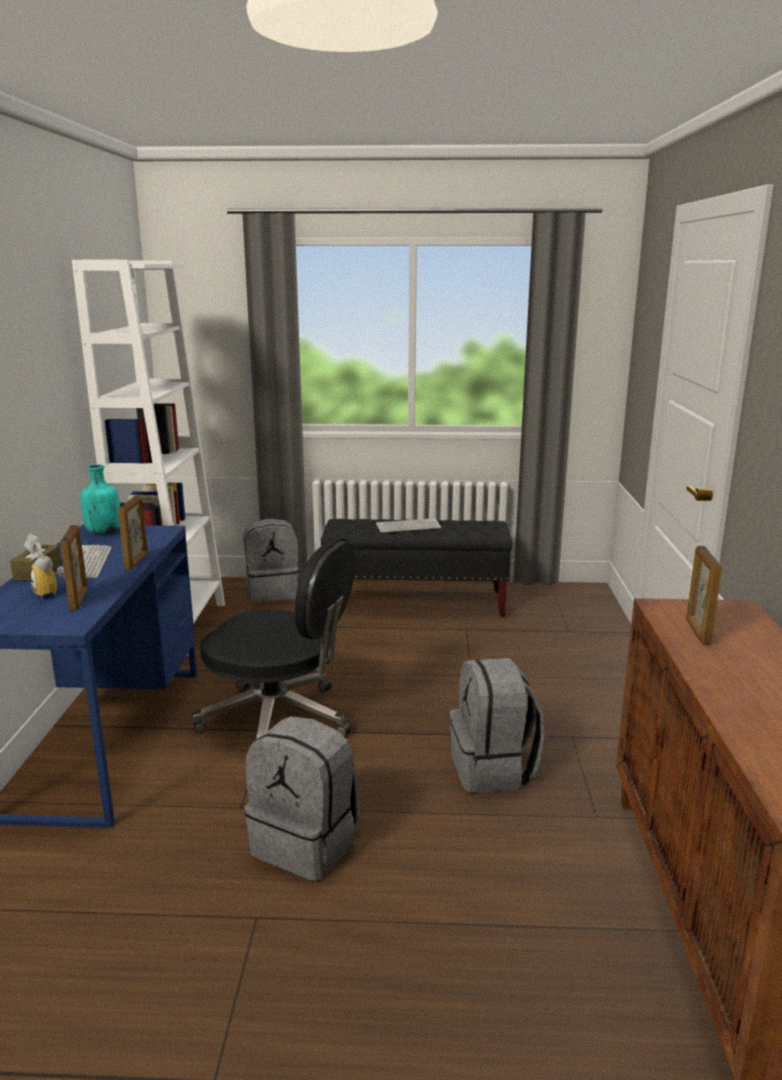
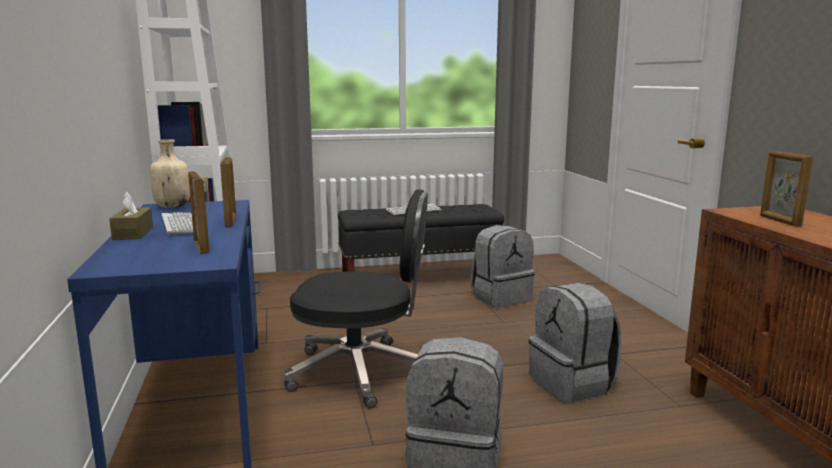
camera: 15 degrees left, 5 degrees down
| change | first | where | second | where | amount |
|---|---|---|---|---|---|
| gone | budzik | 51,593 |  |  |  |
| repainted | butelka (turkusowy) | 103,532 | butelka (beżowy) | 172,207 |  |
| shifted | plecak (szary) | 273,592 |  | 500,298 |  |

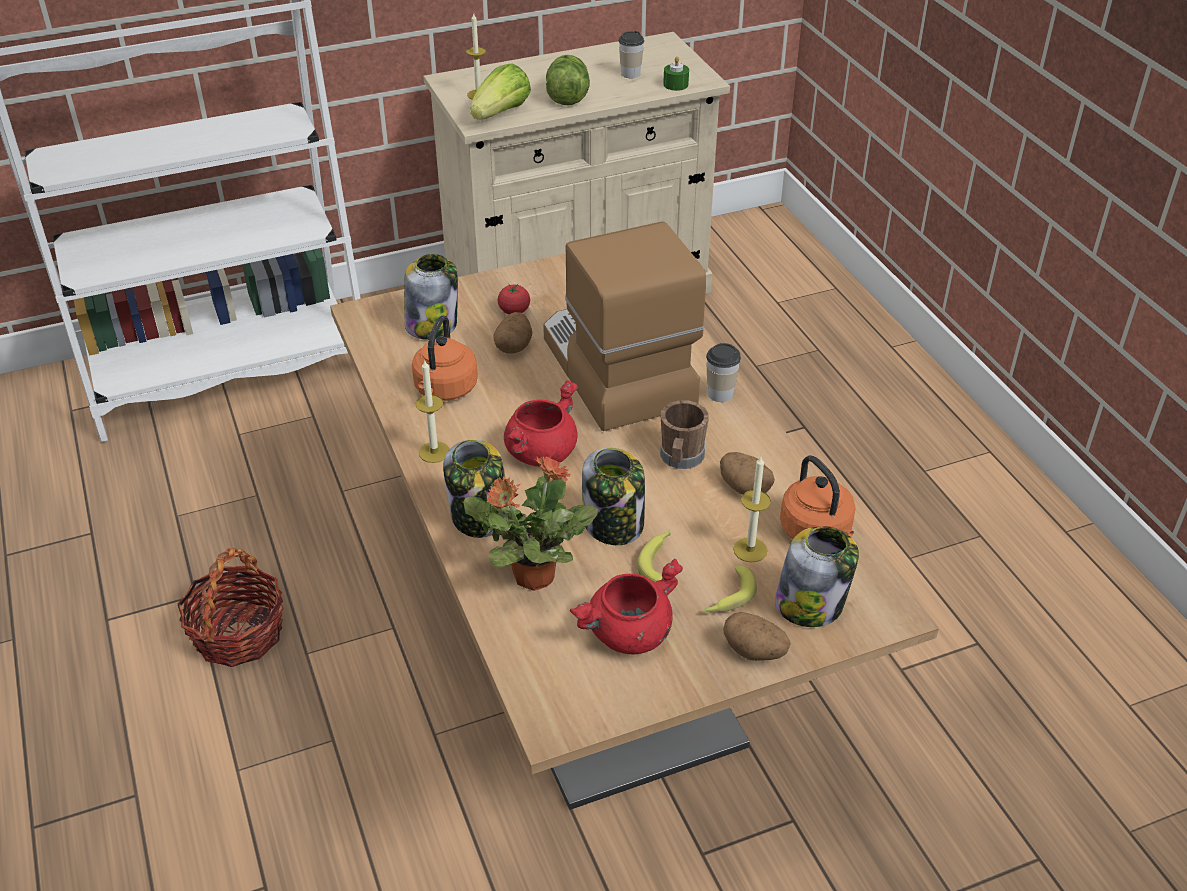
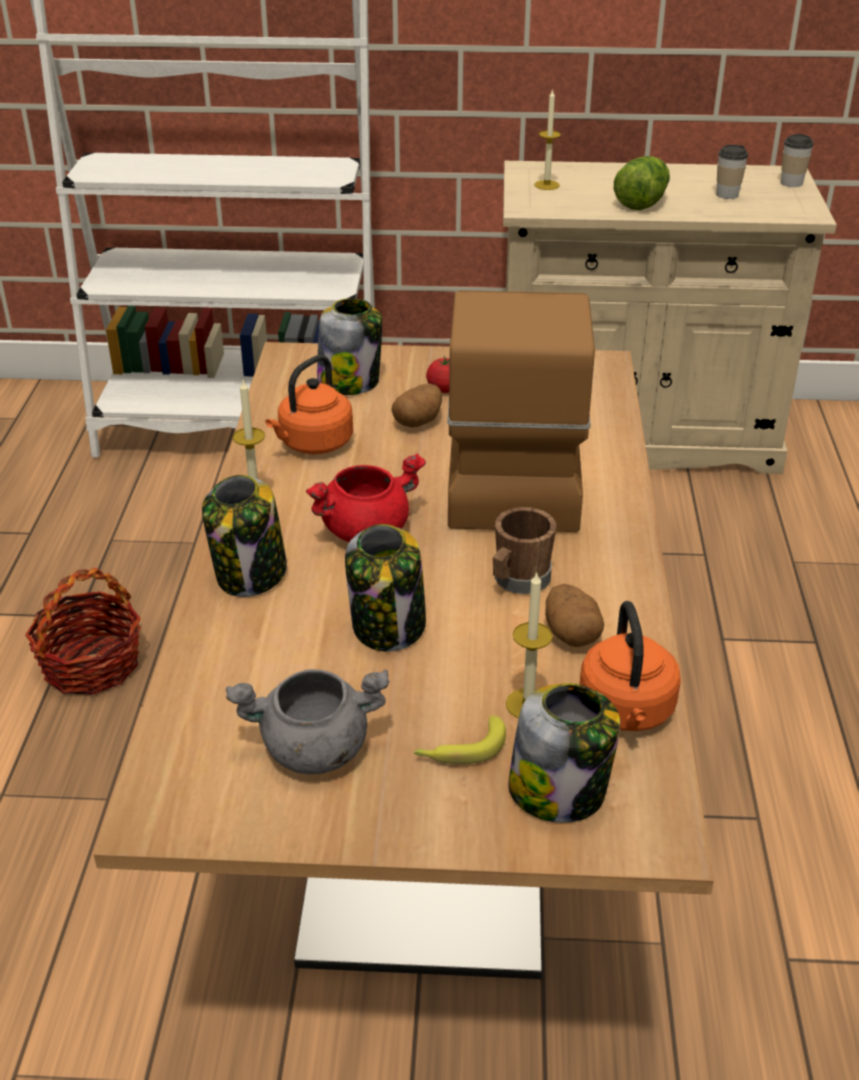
camera: 25 degrees right, 5 degrees down
| change | first | where | second | where | amount |
|---|---|---|---|---|---|
| gone | roślina doniczkowa | 532,576 |  |  |  |
| gone | sałata | 501,113 |  |  |  |
| repainted | garnek (czerwony) | 628,634 | garnek (szary) | 313,750 |  |
| gone | banan | 659,561 |  |  |  |
| gone | świeca (zielony) | 675,84 |  |  |  |
| shifted | filiżanka | 720,394 |  | 791,183 |  |
| gone | ziemniak | 755,651 |  |  |  |

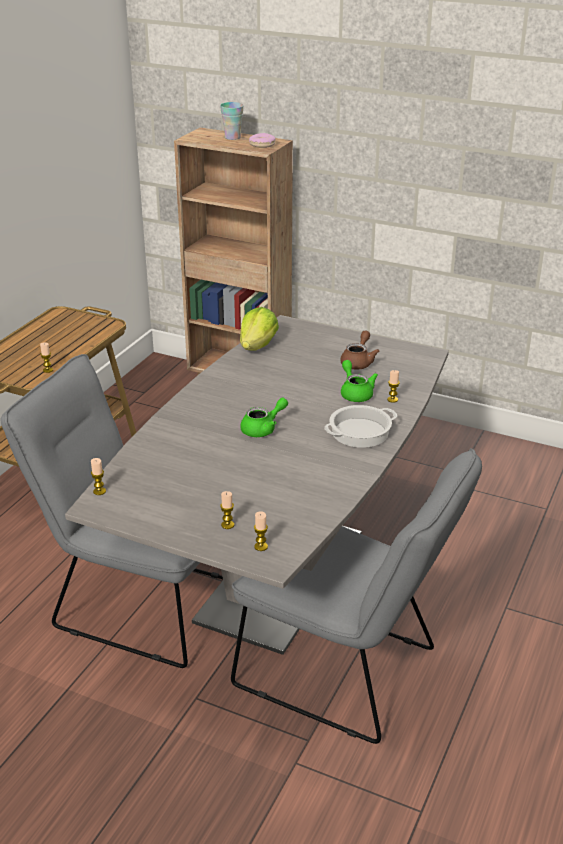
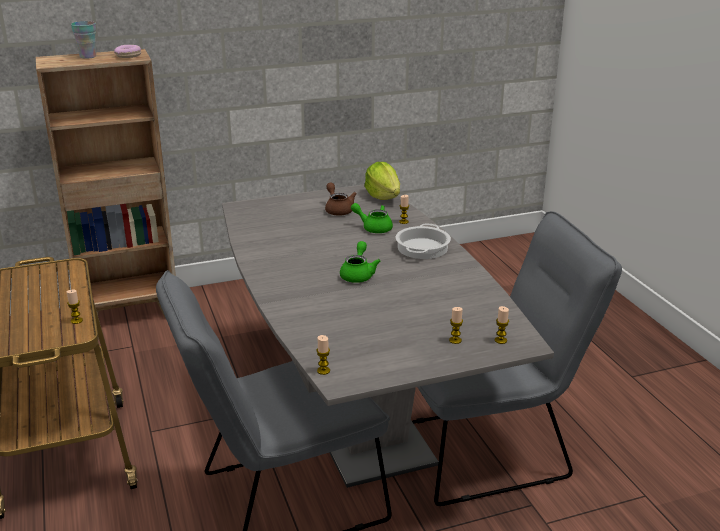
camera: 45 degrees left, 5 degrees down
| change | first | where | second | where | amount |
|---|---|---|---|---|---|
| shifted | sałata | 258,346 |  | 383,196 |  |

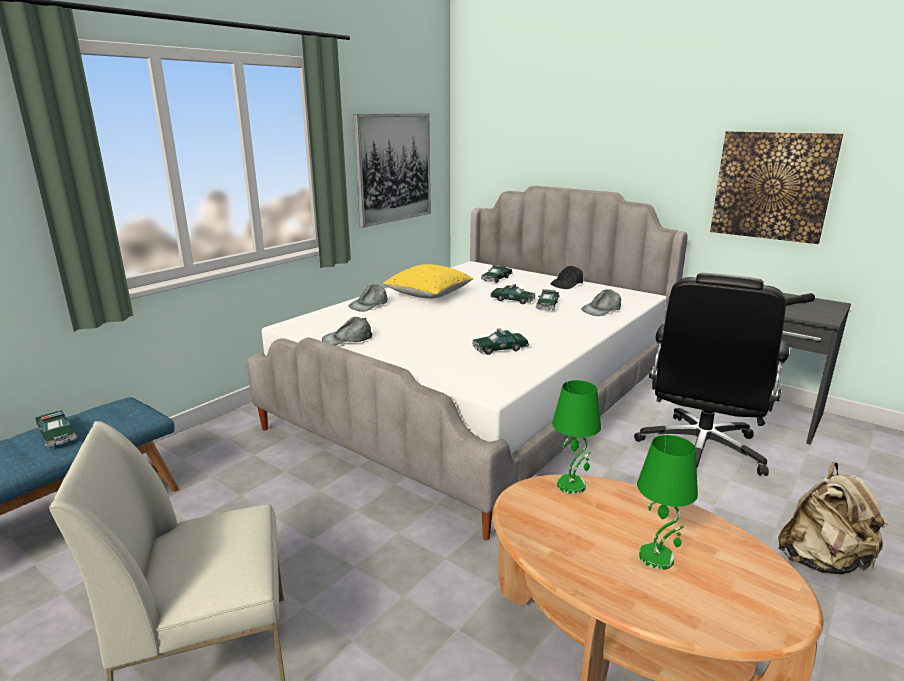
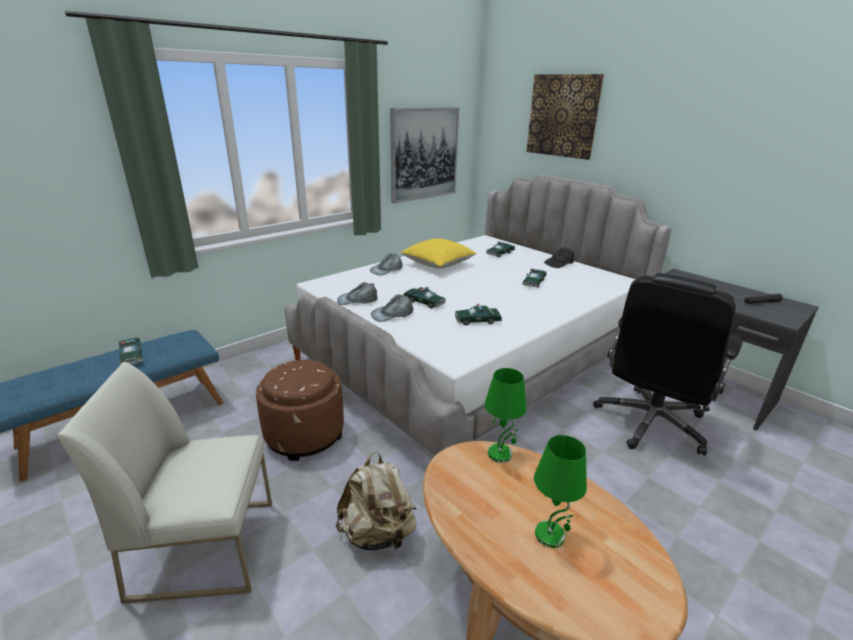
camera: 10 degrees right, 5 degrees up
| change | first | where | second | where | amount |
|---|---|---|---|---|---|
| shifted | samochodzik | 512,300 |  | 424,302 |  |
| shifted | czapka z daszkiem (szary) | 602,310 |  | 392,314 |  |
| shifted | obraz | 772,186 |  | 563,116 |  |
| shifted | plecak (beżowy) | 822,561 |  | 378,534 |  |
| new |  |  | pufa (brązowy) | 305,434 |  |

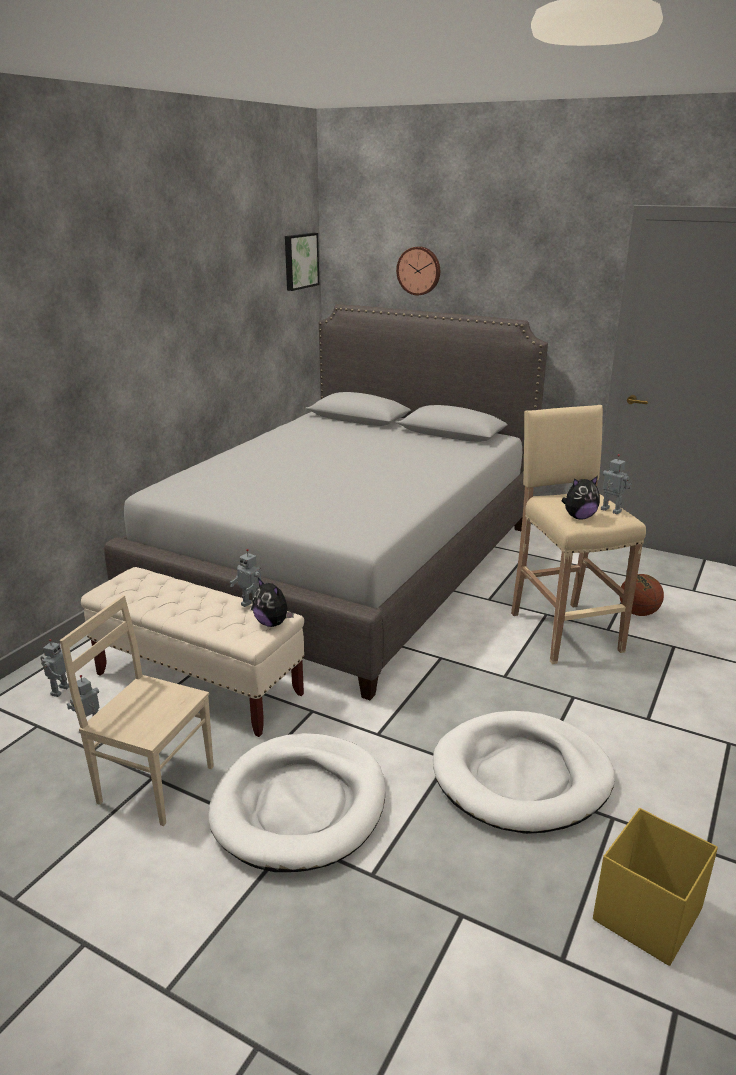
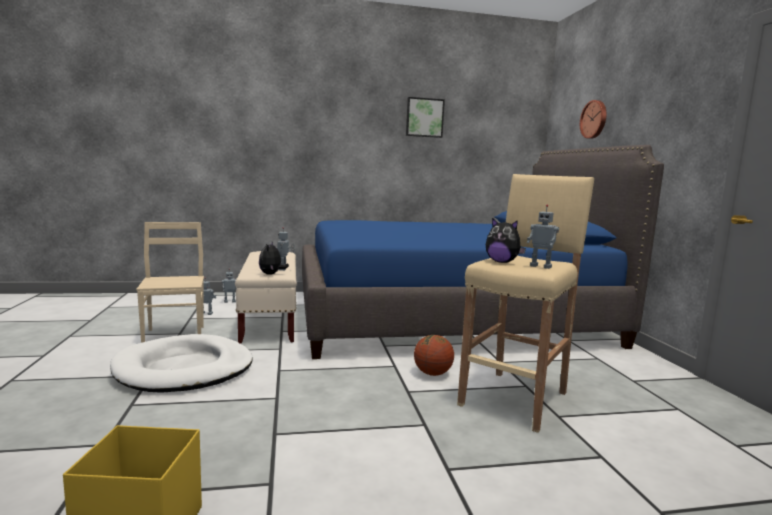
camera: 50 degrees right, 15 degrees down
| change | first | where | second | where | amount |
|---|---|---|---|---|---|
| repainted | łóżko (szary) | 346,567 | łóżko (niebieski) | 447,317 |  |
| shifted | obraz | 300,261 |  | 424,117 |  |
| gone | legowisko (biały) | 521,776 |  |  |  |
| rotated | robot zabawkowy | 610,511 |  | 541,266 | 120 degrees clockwise |
| shifted | piłka do koszykówki | 638,613 |  | 432,374 |  |

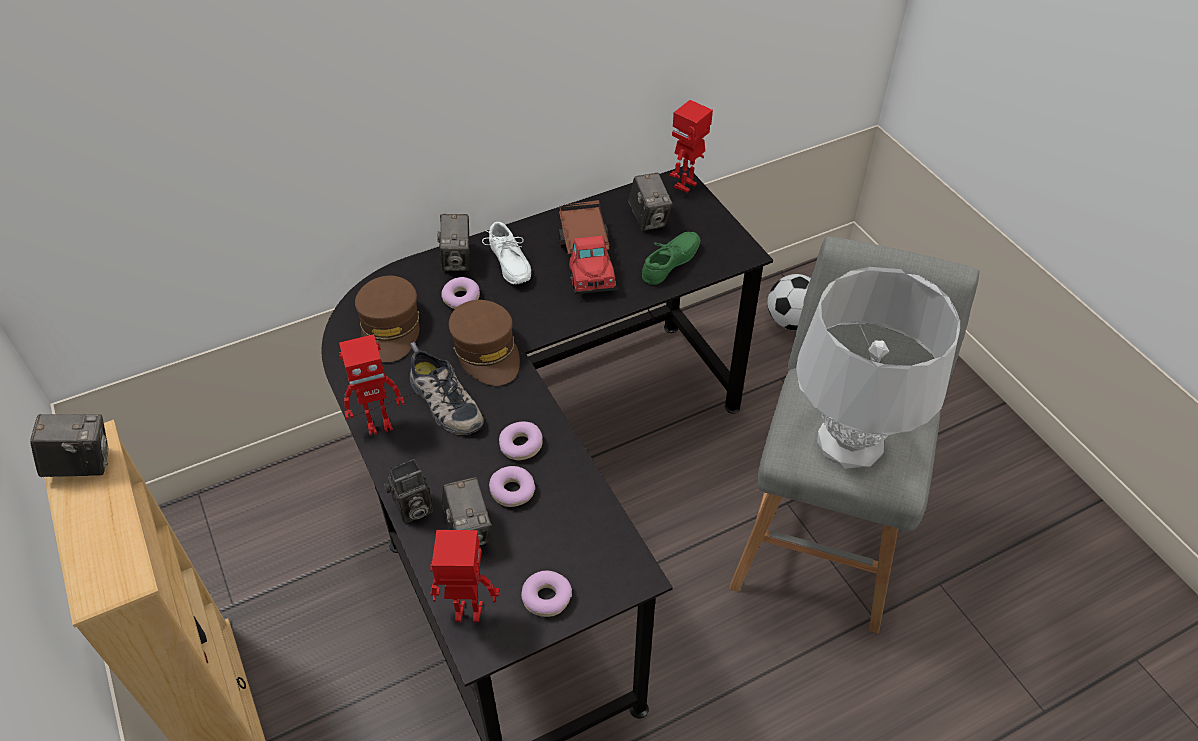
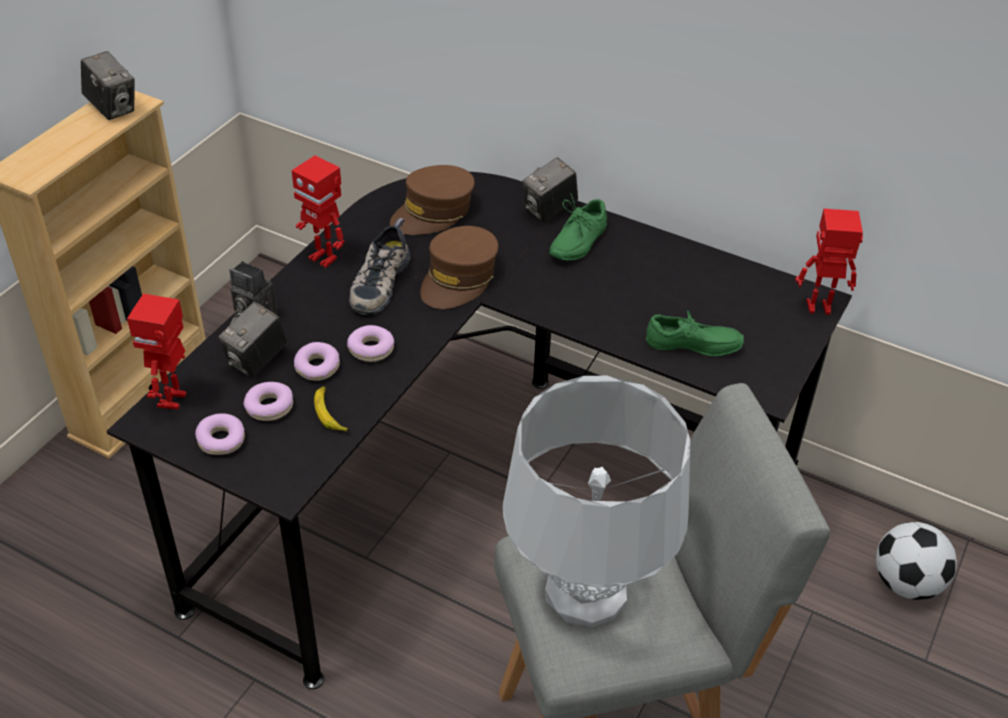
camera: 55 degrees right, 5 degrees down
| change | first | where | second | where | amount |
|---|---|---|---|---|---|
| rotated | robot zabawkowy | 468,613 |  | 173,400 | 135 degrees counterclockwise |
| shifted | donut | 461,298 |  | 269,407 |  |
| repainted | but (biały) | 507,264 | but (zielony) | 575,241 |  |
| gone | ciężarówka zabawkowa | 587,258 |  |  |  |
| gone | aparat fotograficzny | 649,219 |  |  |  |
| new |  |  | banan | 330,413 |  |

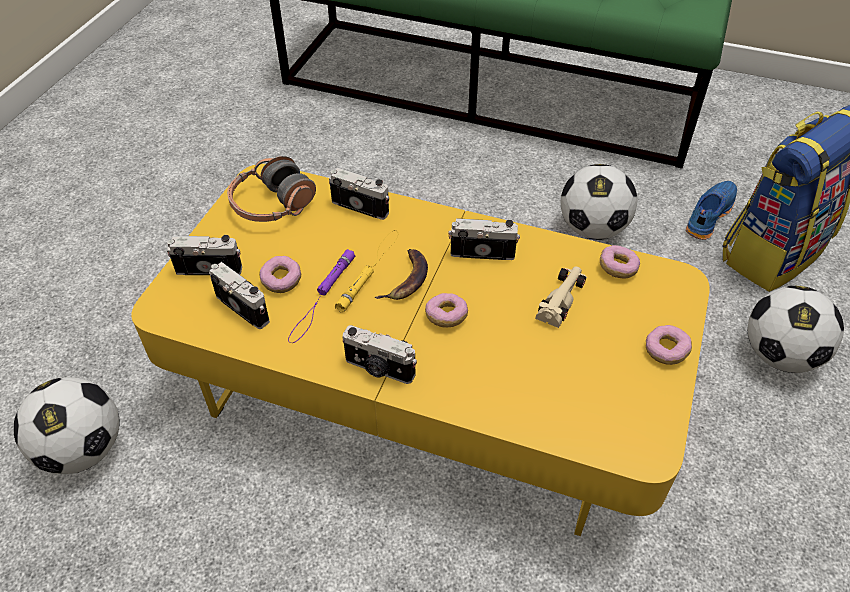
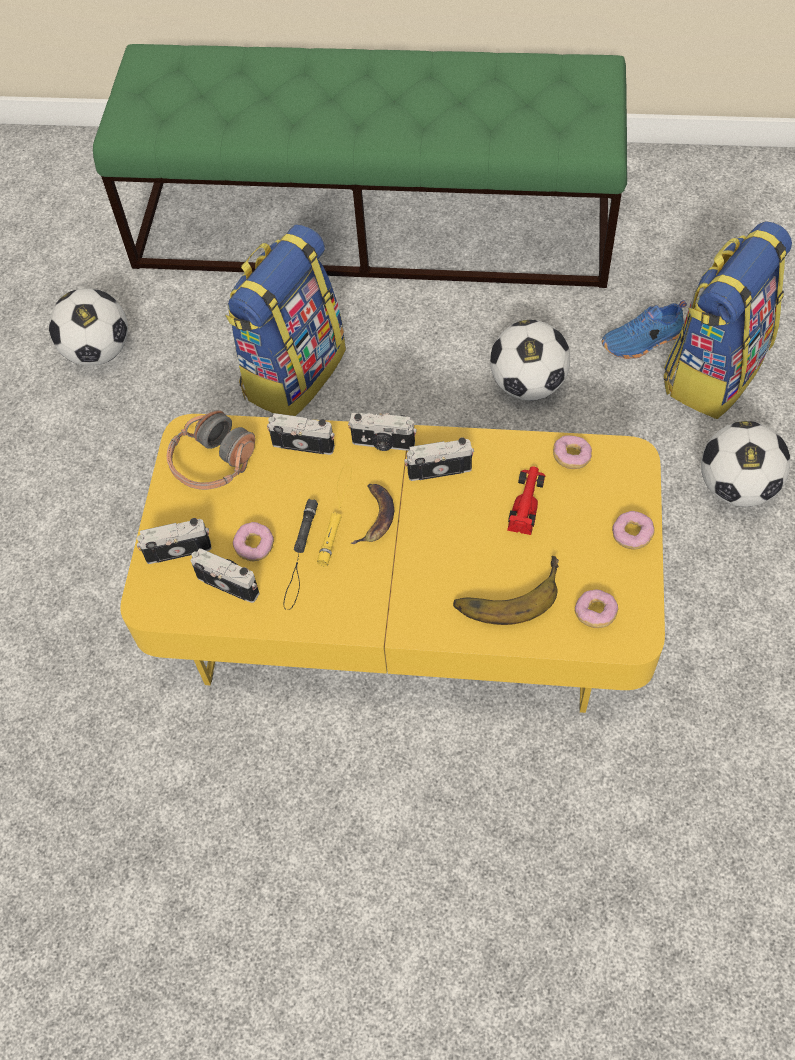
camera: 10 degrees left, 10 degrees up
| change | first | where | second | where | amount |
|---|---|---|---|---|---|
| shifted | piłka futbolowa | 83,449 |  | 98,352 |  |
| repainted | latarka (fioletowy) | 322,298 | latarka (czarny) | 300,556 |  |
| shifted | aparat fotograficzny | 379,369 |  | 383,444 |  |
| shifted | donut | 446,316 |  | 595,613 |  |
| repainted | samochodzik (beżowy) | 562,298 | samochodzik (czerwony) | 526,502 |  |
| rotated | but (niebieski) | 707,215 |  | 642,342 | 135 degrees counterclockwise |
| new |  |  | plecak | 293,372 |  |
| new |  |  | banan | 506,591 |  |

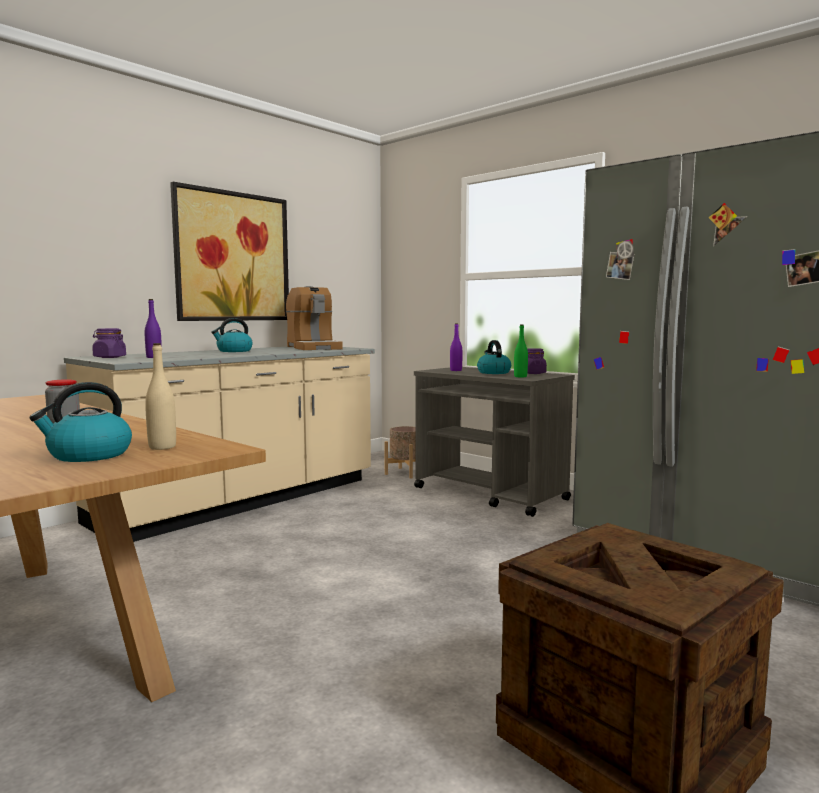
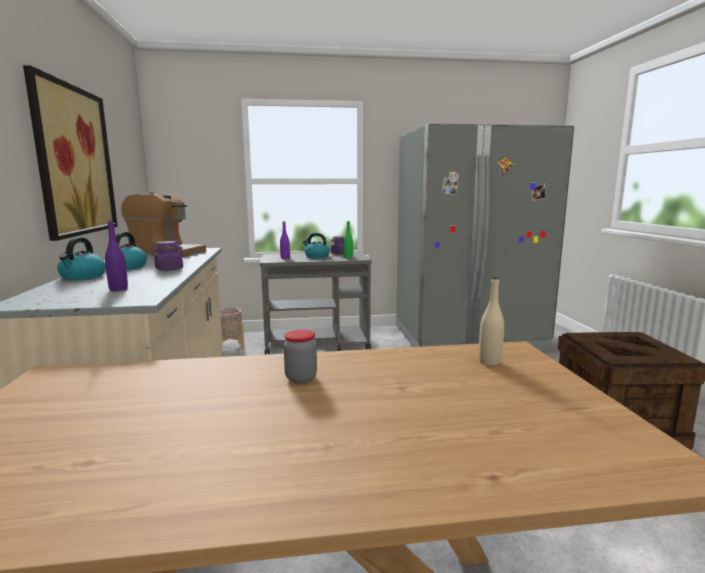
camera: 50 degrees left, 5 degrees up
| change | first | where | second | where | amount |
|---|---|---|---|---|---|
| shifted | czajnik | 88,455 |  | 83,277 |  |
| shifted | słoik (fioletowy) | 109,357 |  | 169,269 |  |

